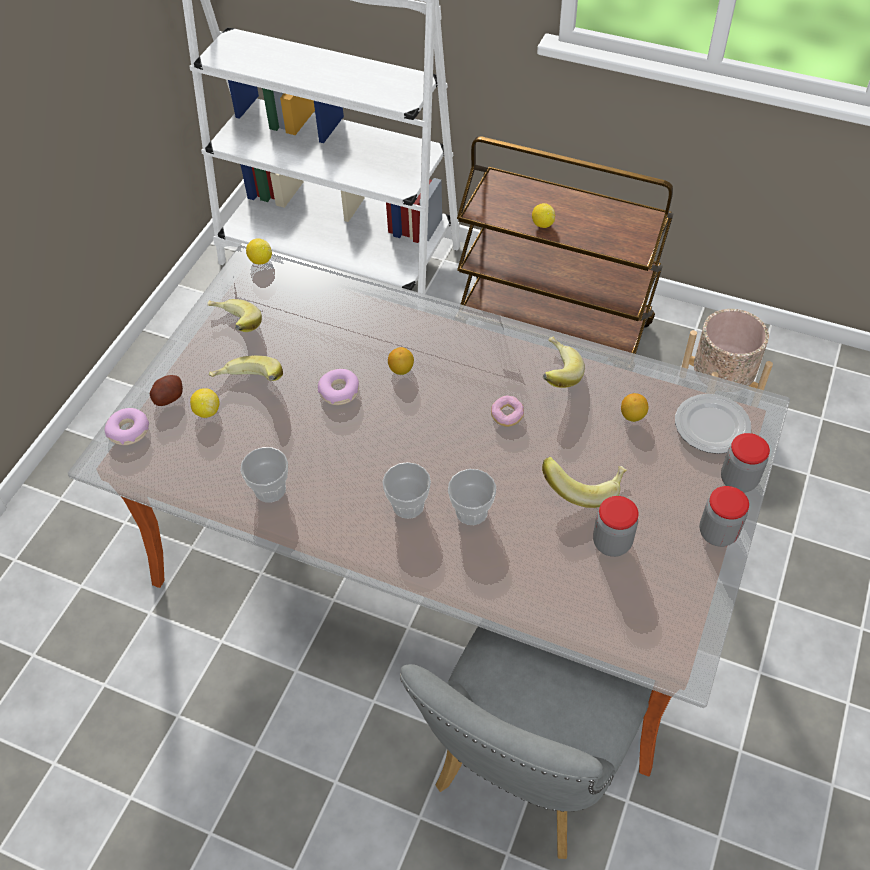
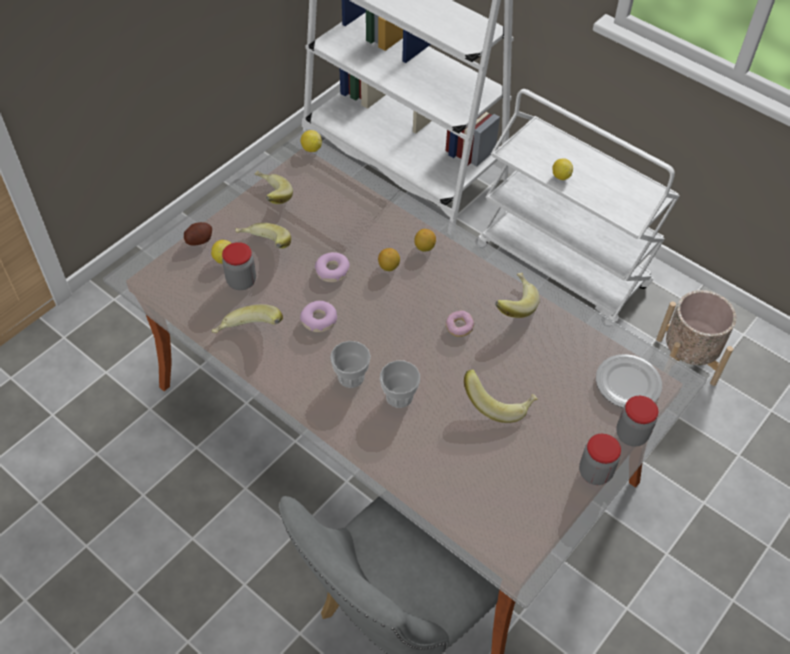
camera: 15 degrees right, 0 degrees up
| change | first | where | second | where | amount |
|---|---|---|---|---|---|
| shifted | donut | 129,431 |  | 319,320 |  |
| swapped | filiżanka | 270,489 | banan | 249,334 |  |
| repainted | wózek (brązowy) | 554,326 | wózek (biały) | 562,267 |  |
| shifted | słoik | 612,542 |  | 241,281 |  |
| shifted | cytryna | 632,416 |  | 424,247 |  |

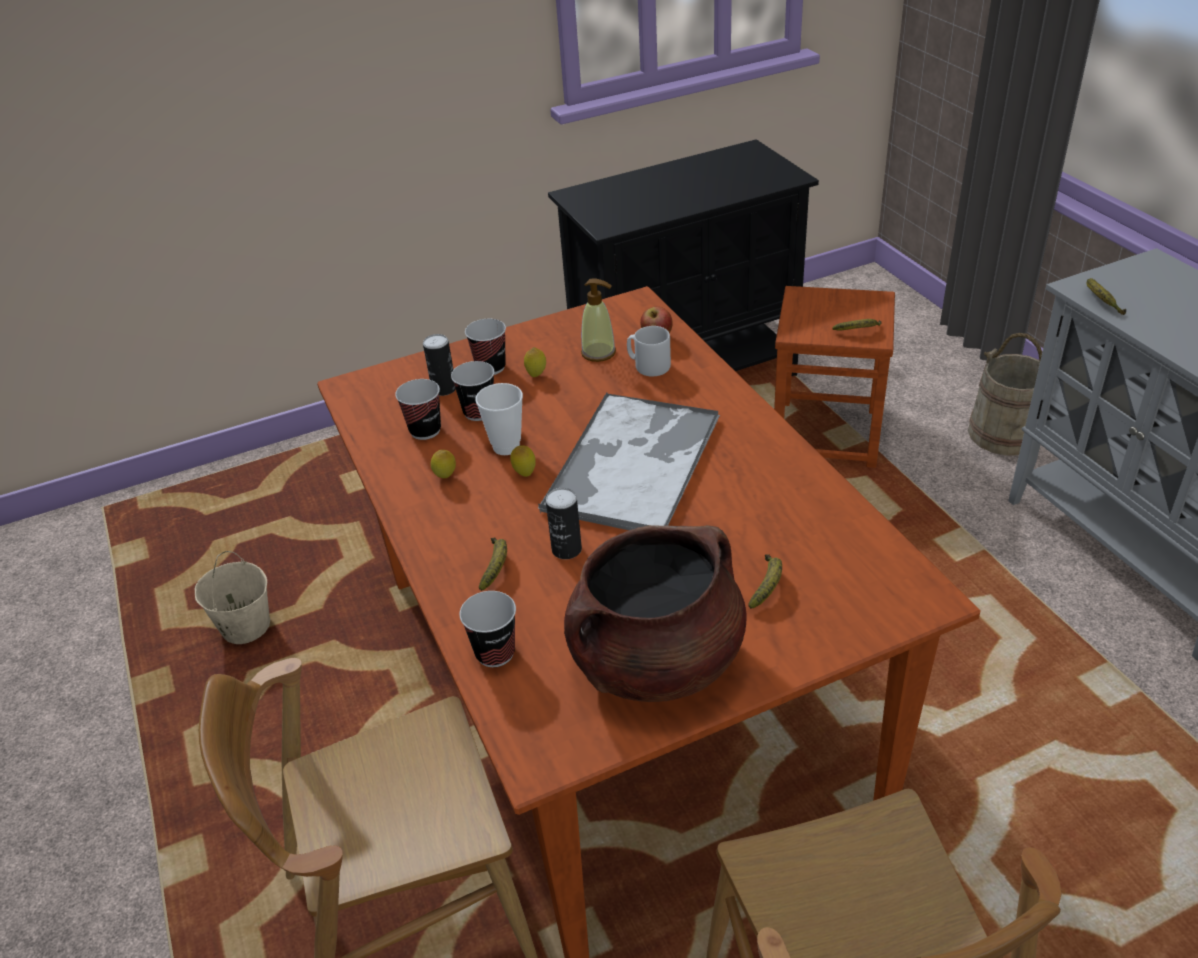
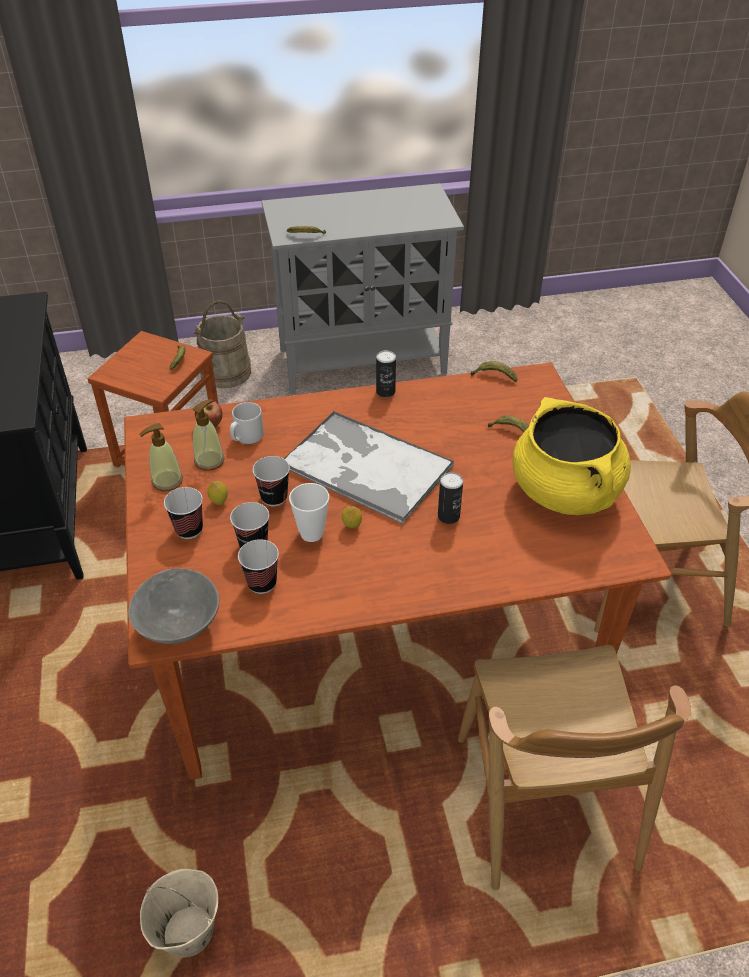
camera: 80 degrees left, 5 degrees up
| change | first | where | second | where | amount |
|---|---|---|---|---|---|
| shifted | puszka | 444,389 |  | 385,392 |  |
| gone | cytryna | 445,477 |  |  |  |
| shifted | filiżanka | 495,653 |  | 274,497 |  |
| shifted | banan | 496,567 |  | 494,376 |  |
| repainted | garnek (brązowy) | 655,661 | garnek (żółty) | 565,491 |  |
| new |  |  | miska (szary) | 180,625 |  |
| new |  |  | dozownik mydła | 167,481 |  |

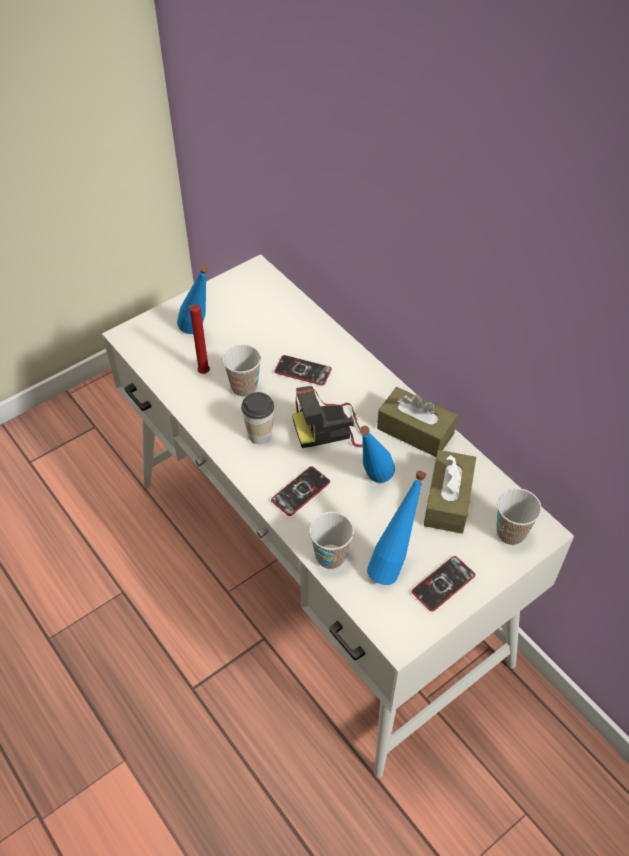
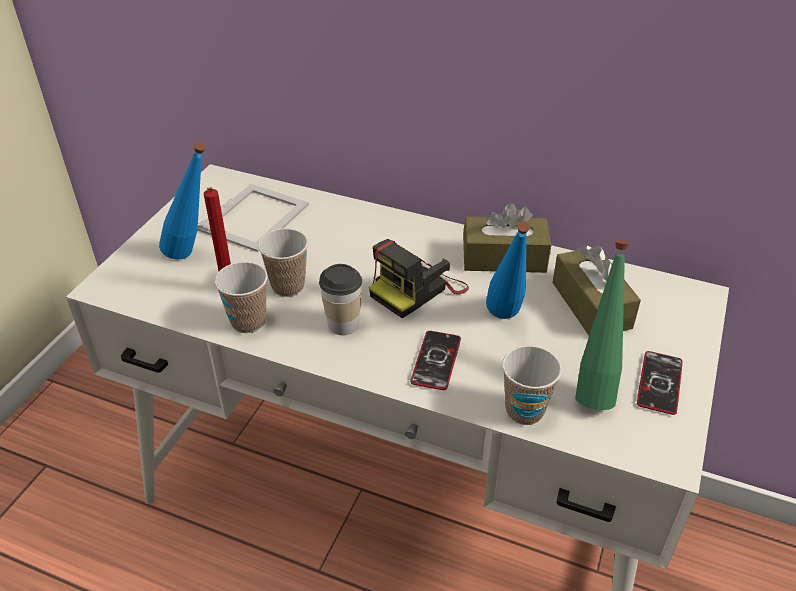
camera: 30 degrees left, 10 degrees down
| change | first | where | second | where | amount |
|---|---|---|---|---|---|
| gone | telefon | 303,371 |  |  |  |
| repainted | butelka (niebieski) | 393,564 | butelka (zielony) | 594,387 |  |
| shifted | filiżanka | 510,533 |  | 248,322 |  |
| new |  |  | ramka na zdjęcie | 255,216 |  |

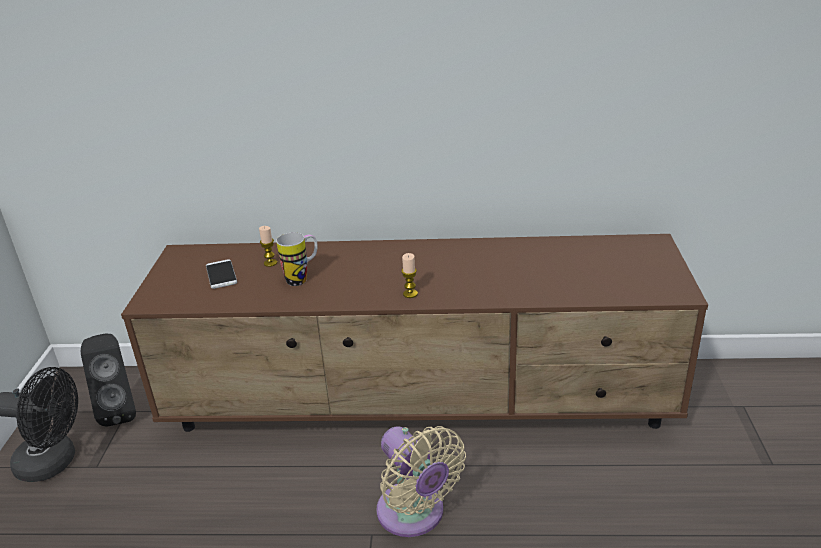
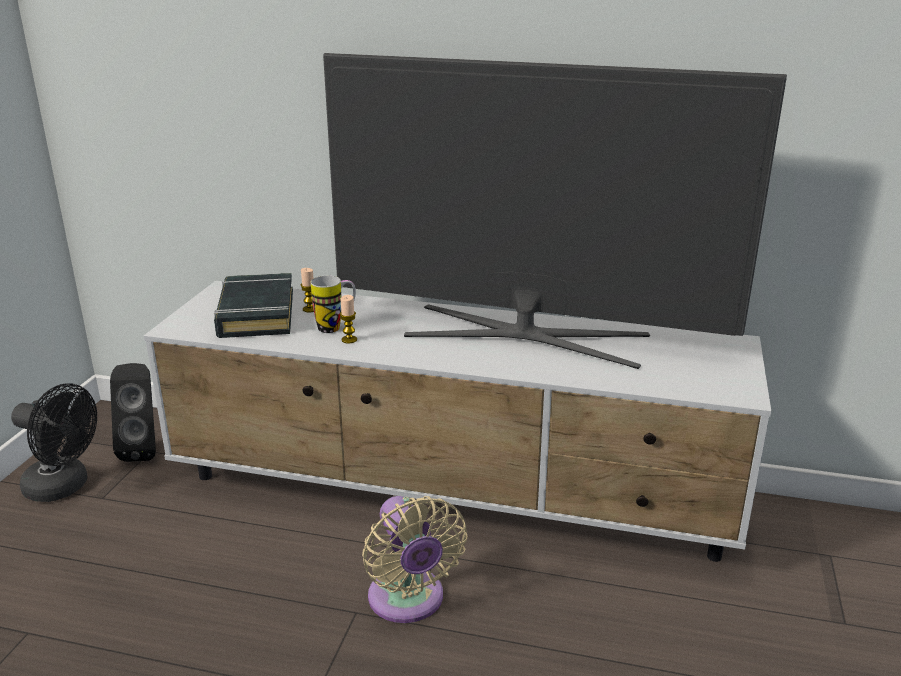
camera: 10 degrees right, 5 degrees down
| change | first | where | second | where | amount |
|---|---|---|---|---|---|
| repainted | szafka pod telewizor (brązowy) | 421,408 | szafka pod telewizor (biały) | 453,496 |  |
| swapped | telefon | 221,274 | książka (czarny) | 256,313 |  |
| shifted | świeca | 410,294 |  | 349,340 |  |
| new |  |  | telewizor | 526,335 |  |

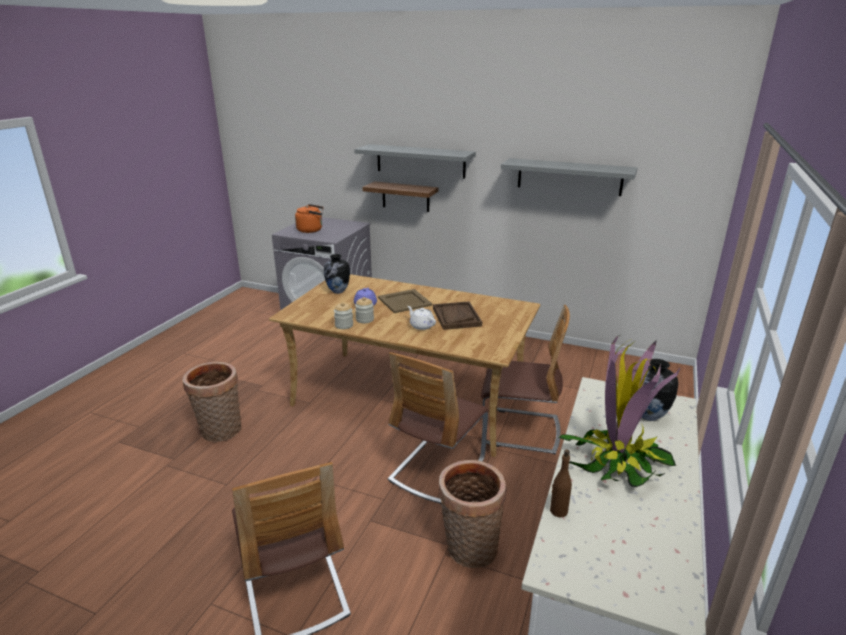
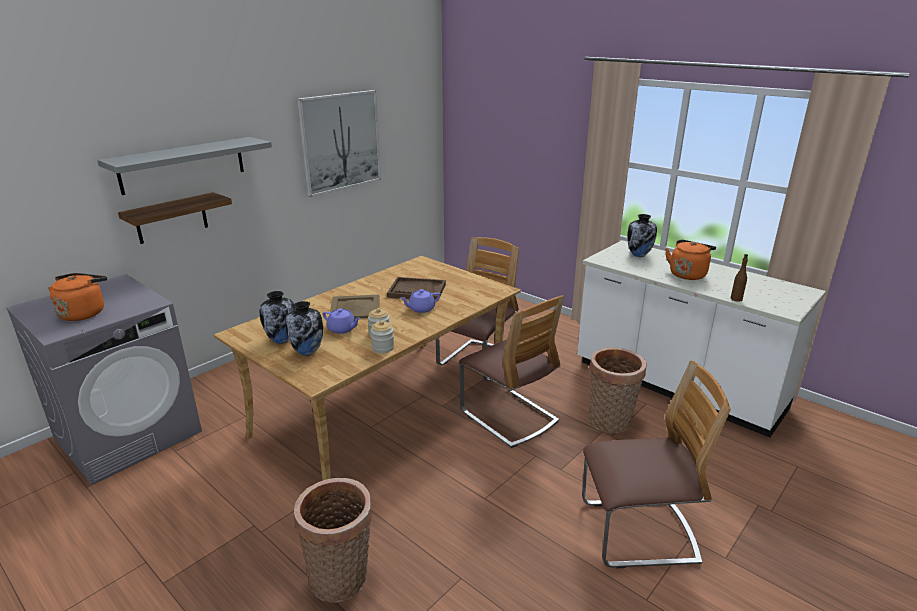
camera: 70 degrees left, 0 degrees up
| change | first | where | second | where | amount |
|---|---|---|---|---|---|
| repainted | imbryk (biały) | 421,325 | imbryk (fioletowy) | 421,309 |  |
| swapped | półka (szary) | 569,177 | obraz | 340,142 |  |
| swapped | roślina doniczkowa | 617,462 | czajnik (pomarańczowy) | 688,274 |  |
| new |  |  | wazon | 308,352 |  |

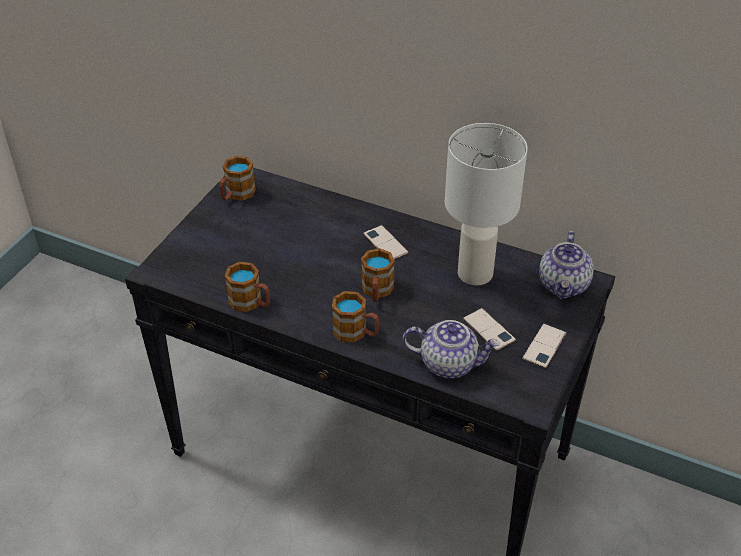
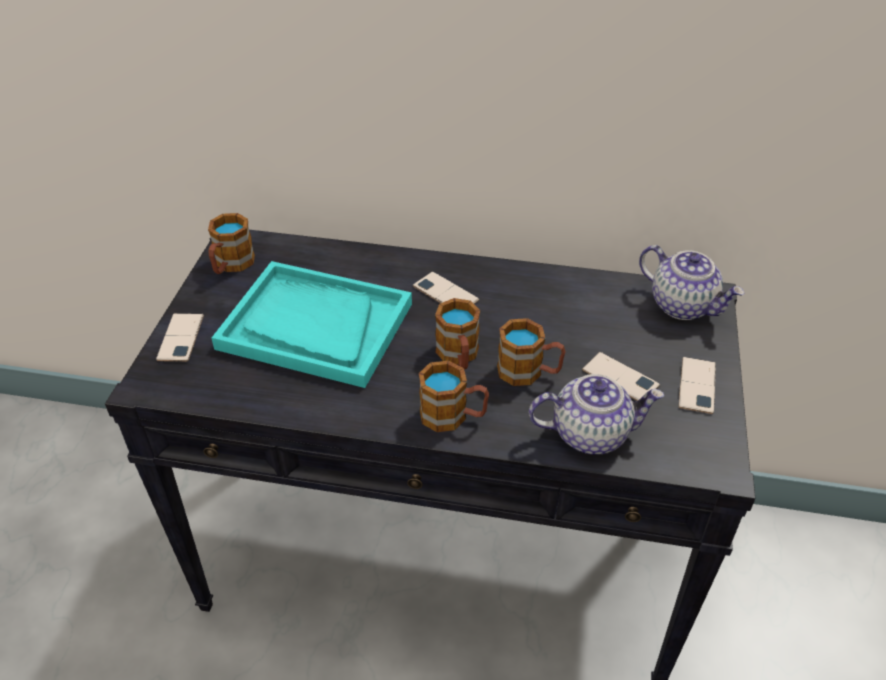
camera: 15 degrees left, 0 degrees up
| change | first | where | second | where | amount |
|---|---|---|---|---|---|
| shifted | kubek | 251,303 |  | 529,372 |  |
| gone | lampa stołowa (biały) | 476,273 |  |  |  |
| rotated | imbryk | 564,285 |  | 683,305 | 45 degrees counterclockwise |
| new |  |  | telefon | 180,338 |  |
| new |  |  | taca (turkusowy) | 315,326 |  |

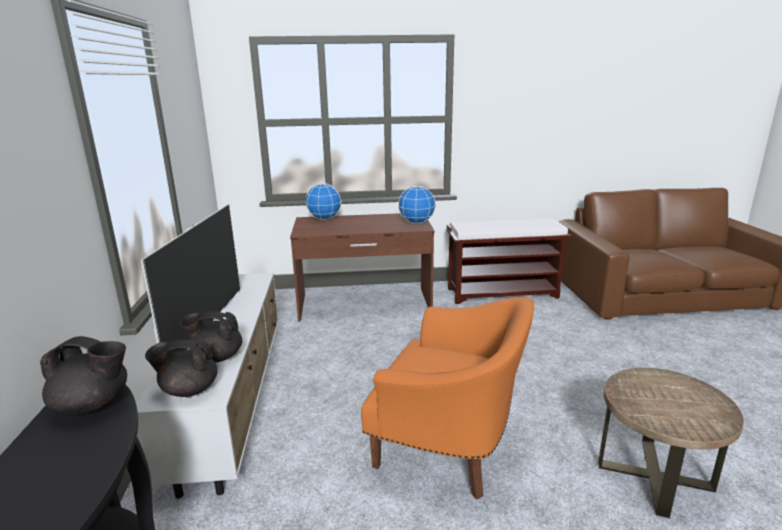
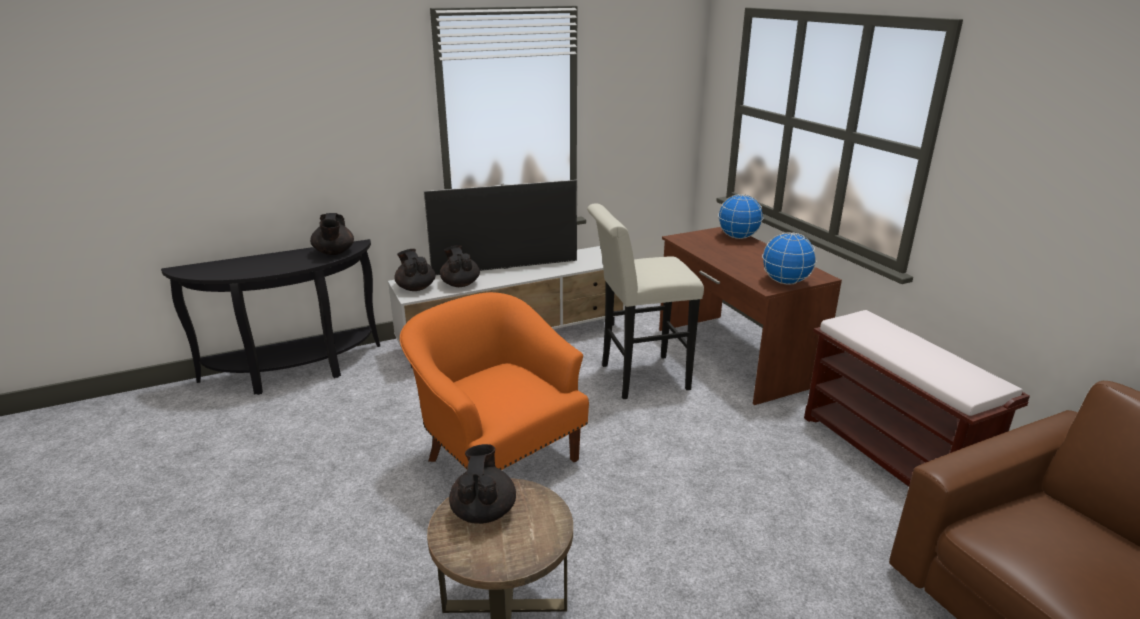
camera: 70 degrees right, 5 degrees up
| change | first | where | second | where | amount |
|---|---|---|---|---|---|
| rotated | fotel (pomarańczowy) | 449,446 |  | 499,456 | 135 degrees clockwise |
| new |  |  | imbryk (czarny) | 483,511 |  |
| new |  |  | stołek (biały) | 638,378 |  |

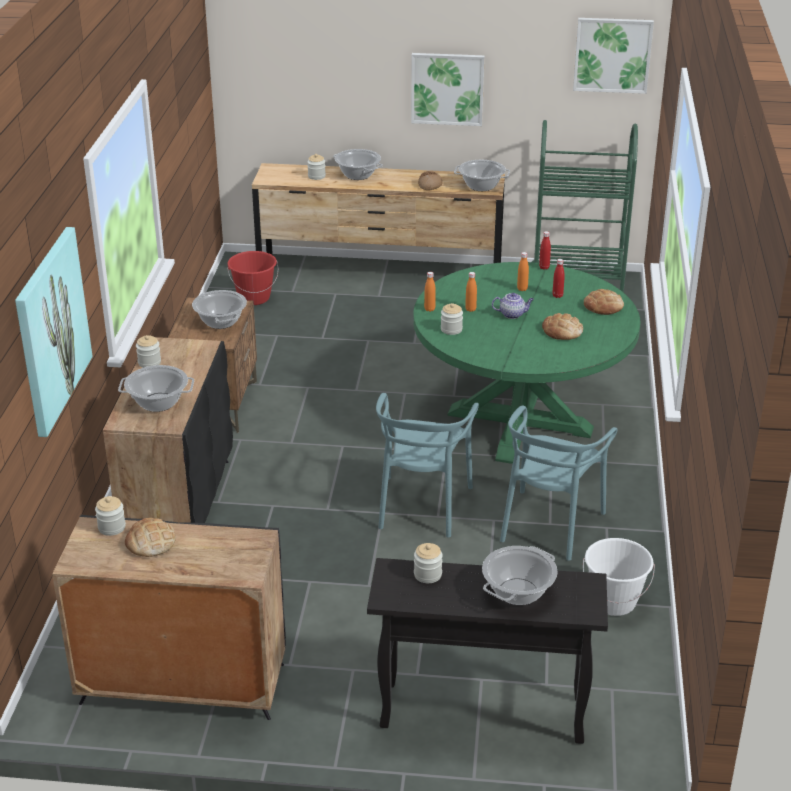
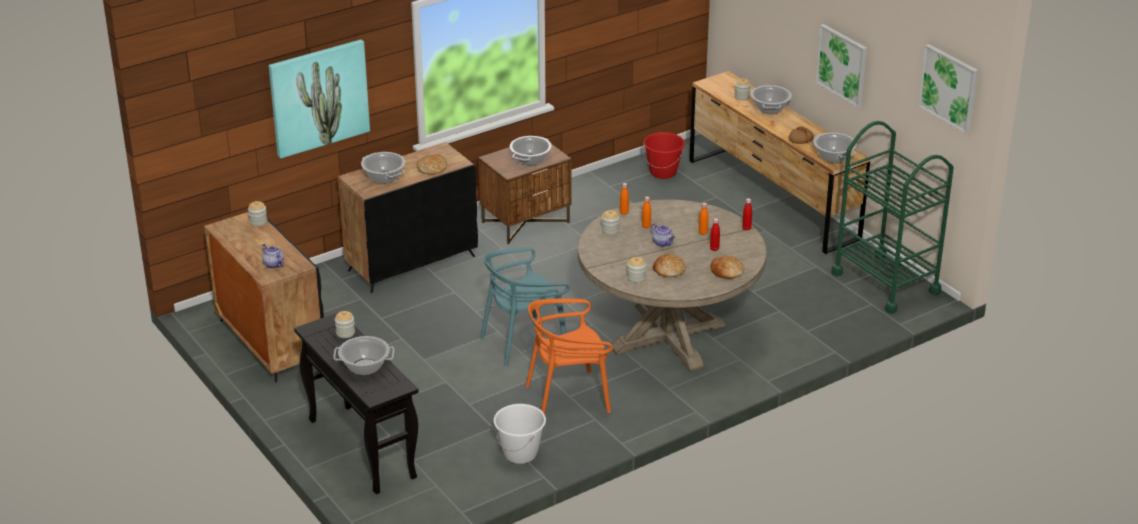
camera: 50 degrees right, 0 degrees up
| change | first | where | second | where | amount |
|---|---|---|---|---|---|
| shifted | chleb | 150,542 |  | 432,167 |  |
| shifted | słoik | 149,362 |  | 636,278 |  |
| repainted | stół jadalny (zielony) | 520,421 | stół jadalny (beżowy) | 668,336 |  |
| repainted | krzesło (turkusowy) | 549,525 | krzesło (pomarańczowy) | 568,397 |  |
| new |  |  | imbryk | 273,264 |  |

